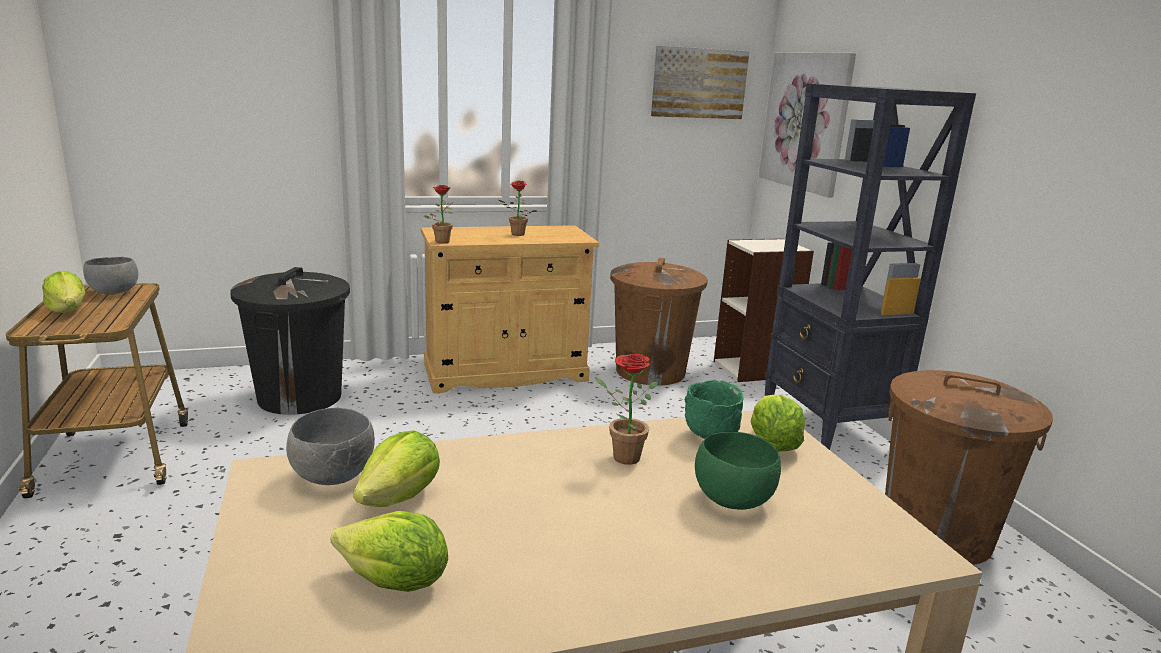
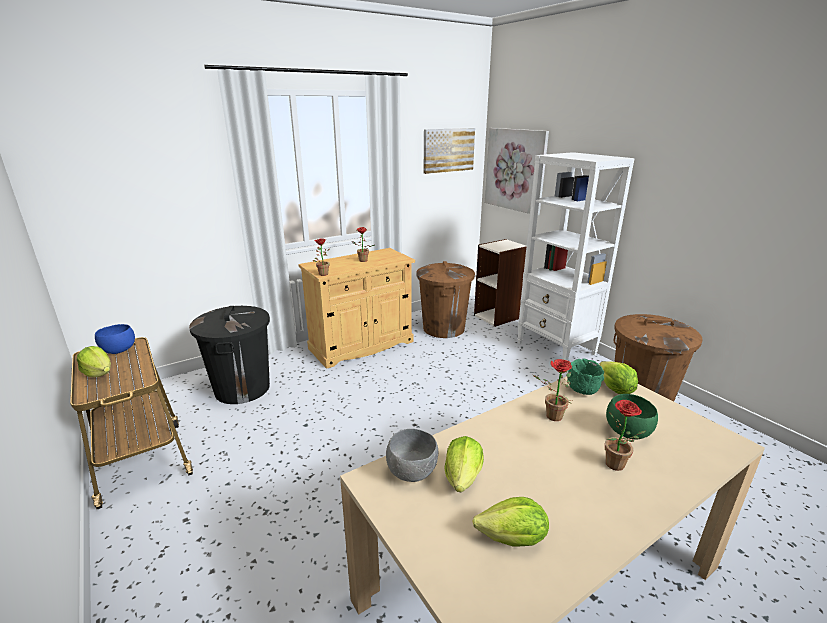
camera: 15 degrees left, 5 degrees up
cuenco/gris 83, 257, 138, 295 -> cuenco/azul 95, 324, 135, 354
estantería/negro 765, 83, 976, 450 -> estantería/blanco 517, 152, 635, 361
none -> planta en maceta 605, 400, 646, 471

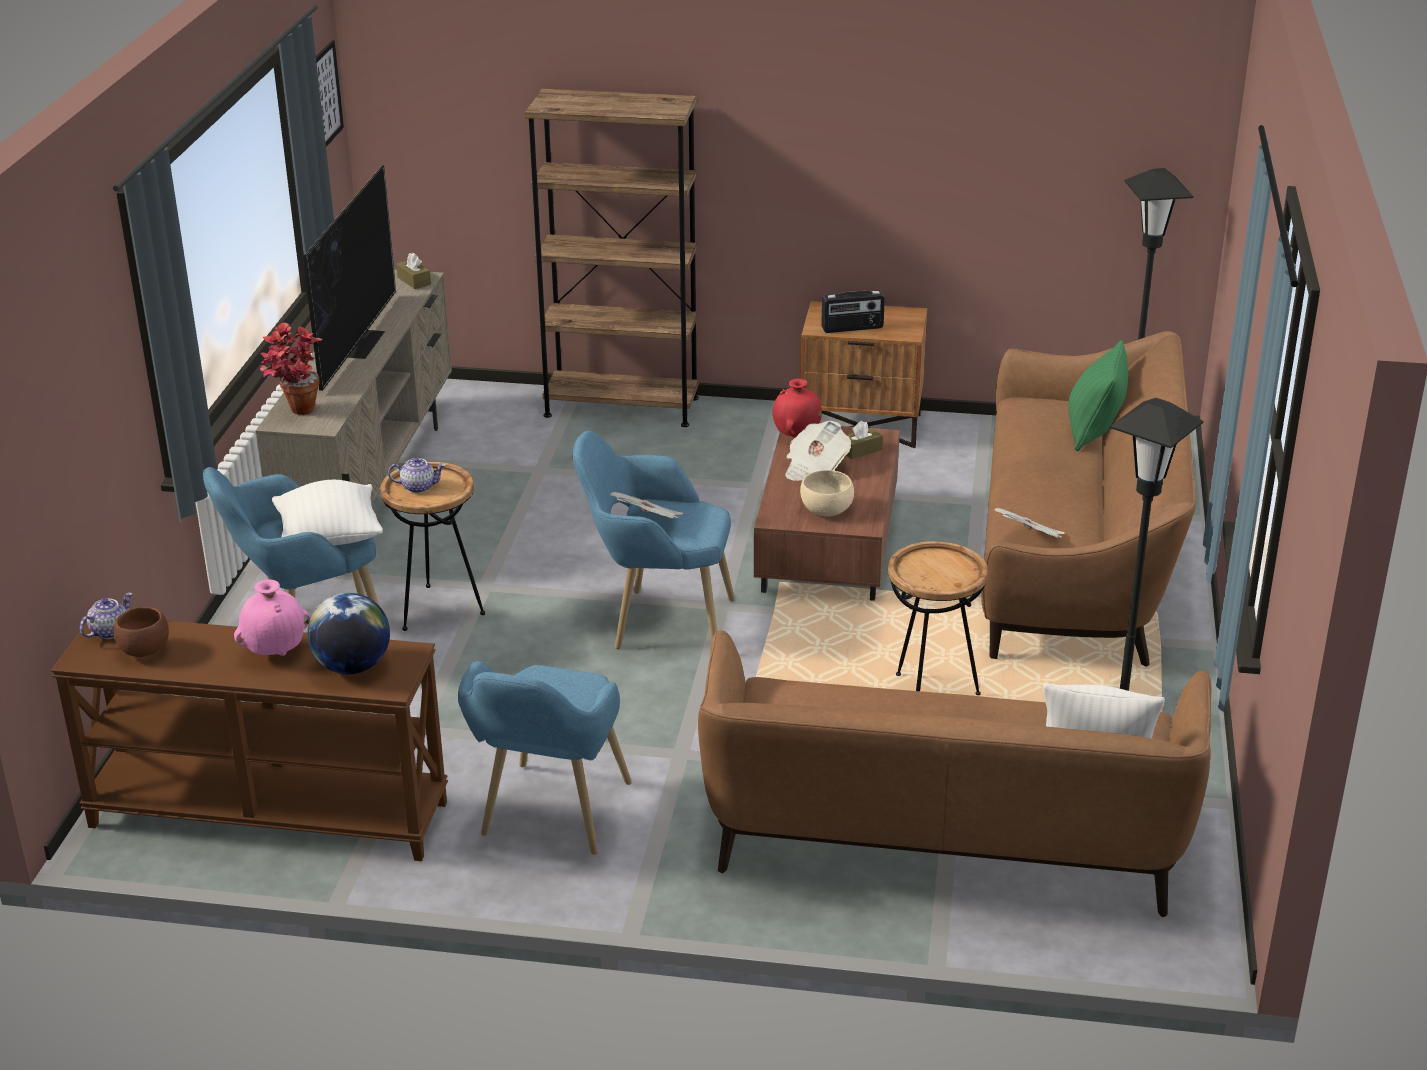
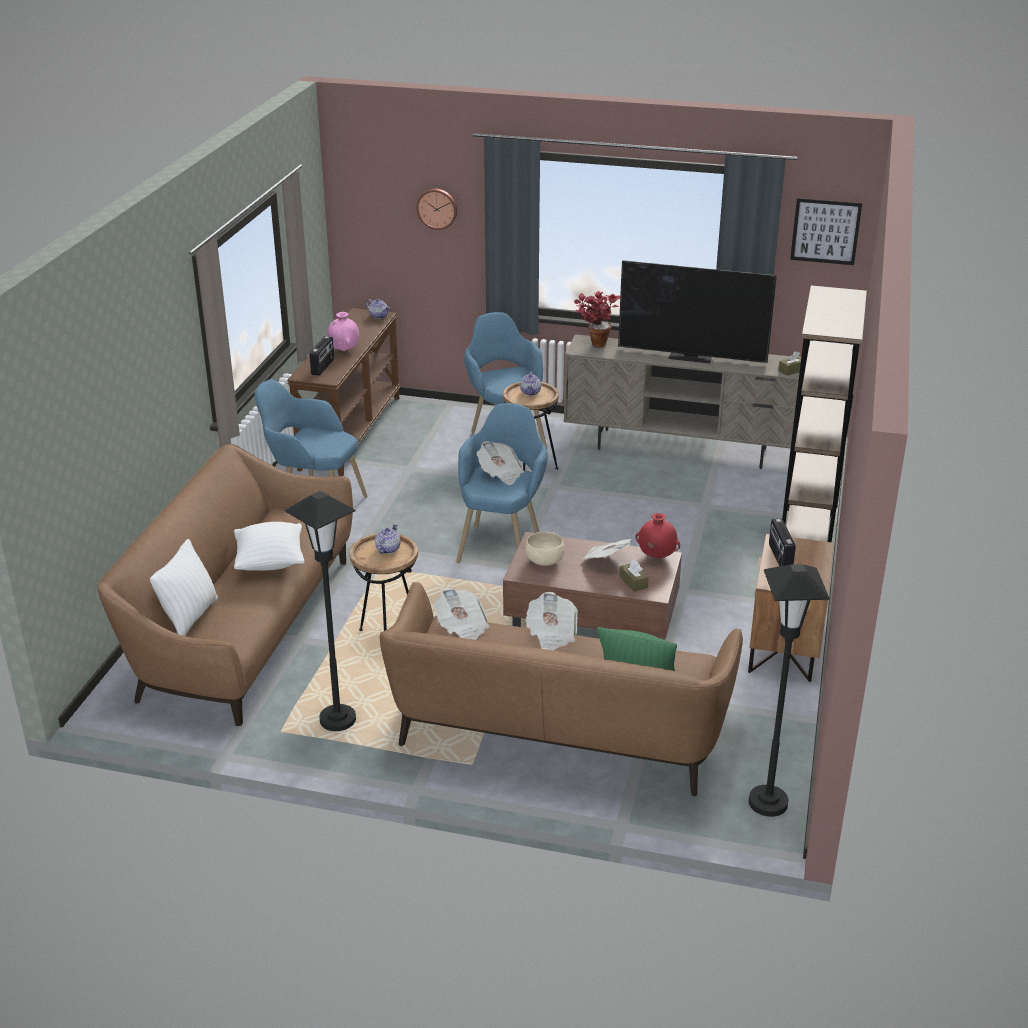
camera: 95 degrees right, 0 degrees up
cuenco/marrón 113, 607, 169, 657 -> none
cojín/blanco 272, 480, 383, 545 -> cojín/blanco 234, 522, 305, 571, moved
globo terráqueo 307, 593, 390, 674 -> radio 310, 336, 334, 376
none -> tetera 375, 524, 401, 554
none -> reloj de pared 417, 189, 457, 230
none -> periódico 525, 592, 578, 650

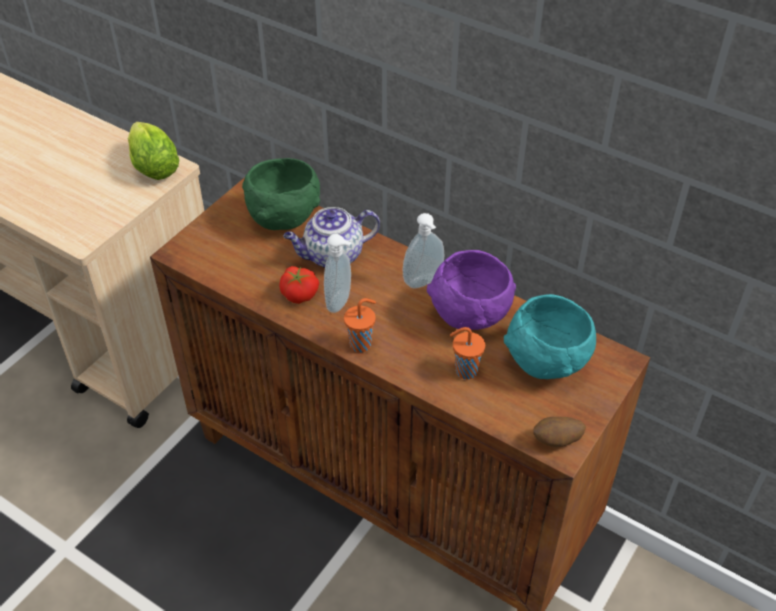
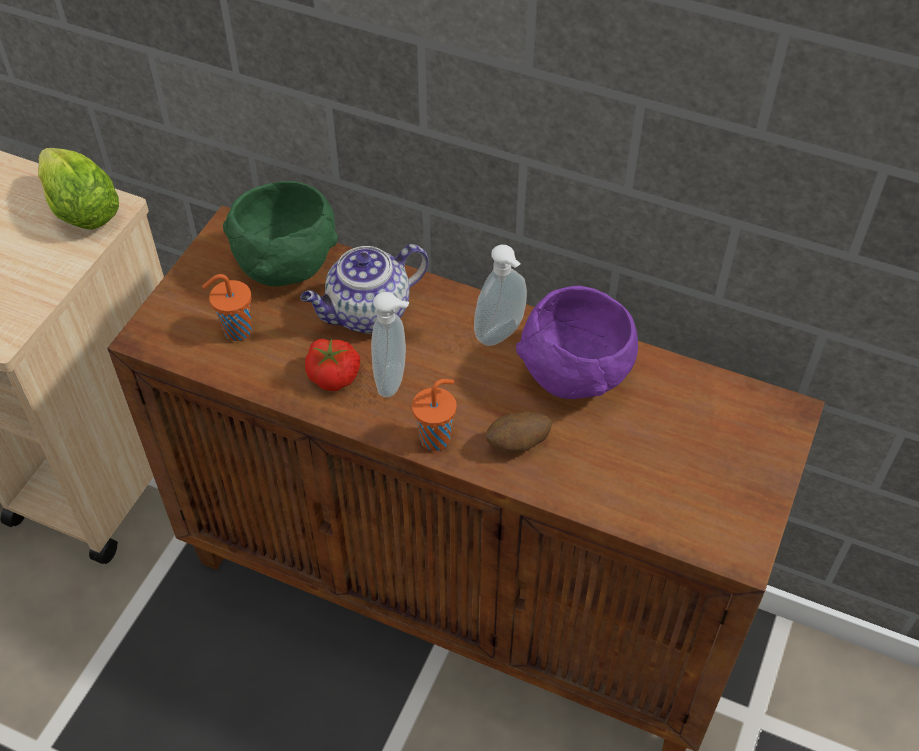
camera: 10 degrees left, 5 degrees up
taza/naranja 450, 327, 485, 380 -> taza/naranja 202, 274, 252, 341, moved
cuenco/turquesa 504, 294, 596, 379 -> none
patata 534, 417, 586, 447 -> patata 486, 412, 552, 453, moved

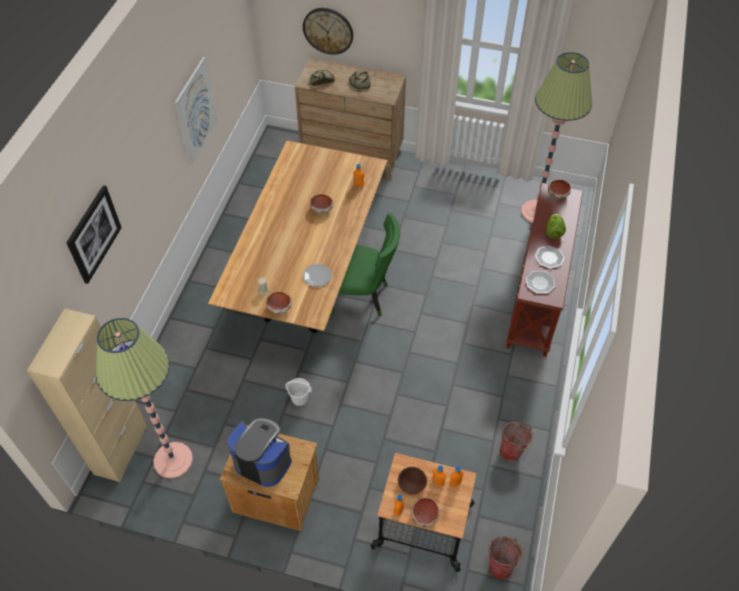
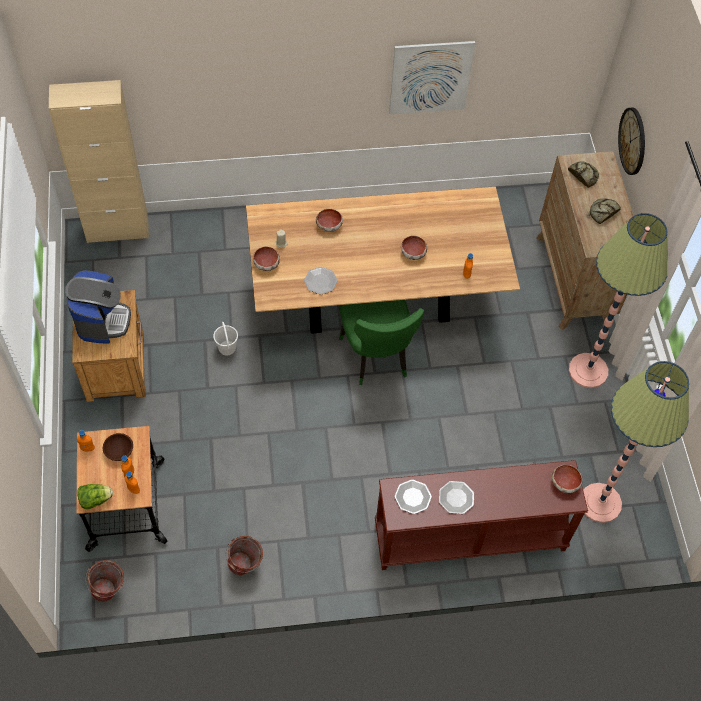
camera: 65 degrees right, 5 degrees up
cuadro 66, 185, 122, 284 -> none
lámpara de pie 96, 318, 193, 479 -> lámpara de pie 569, 213, 668, 388, moved
cuenco 411, 498, 440, 527 -> cuenco 316, 209, 343, 232, moved
lechuga 546, 213, 566, 239 -> lechuga 77, 484, 113, 509, moved

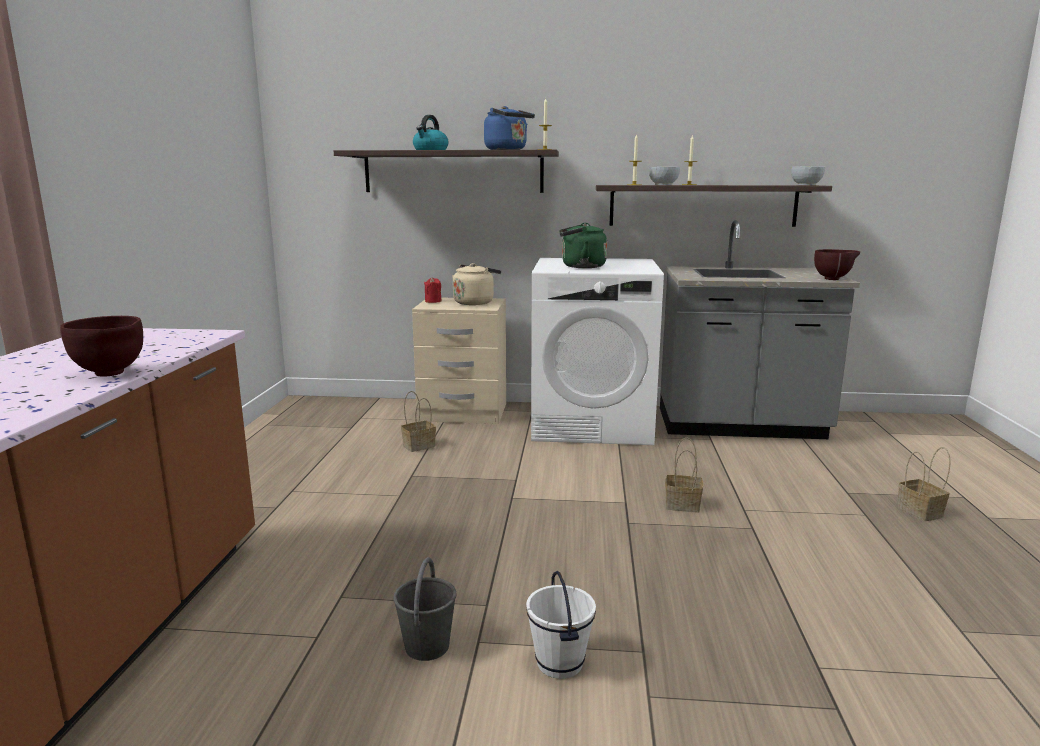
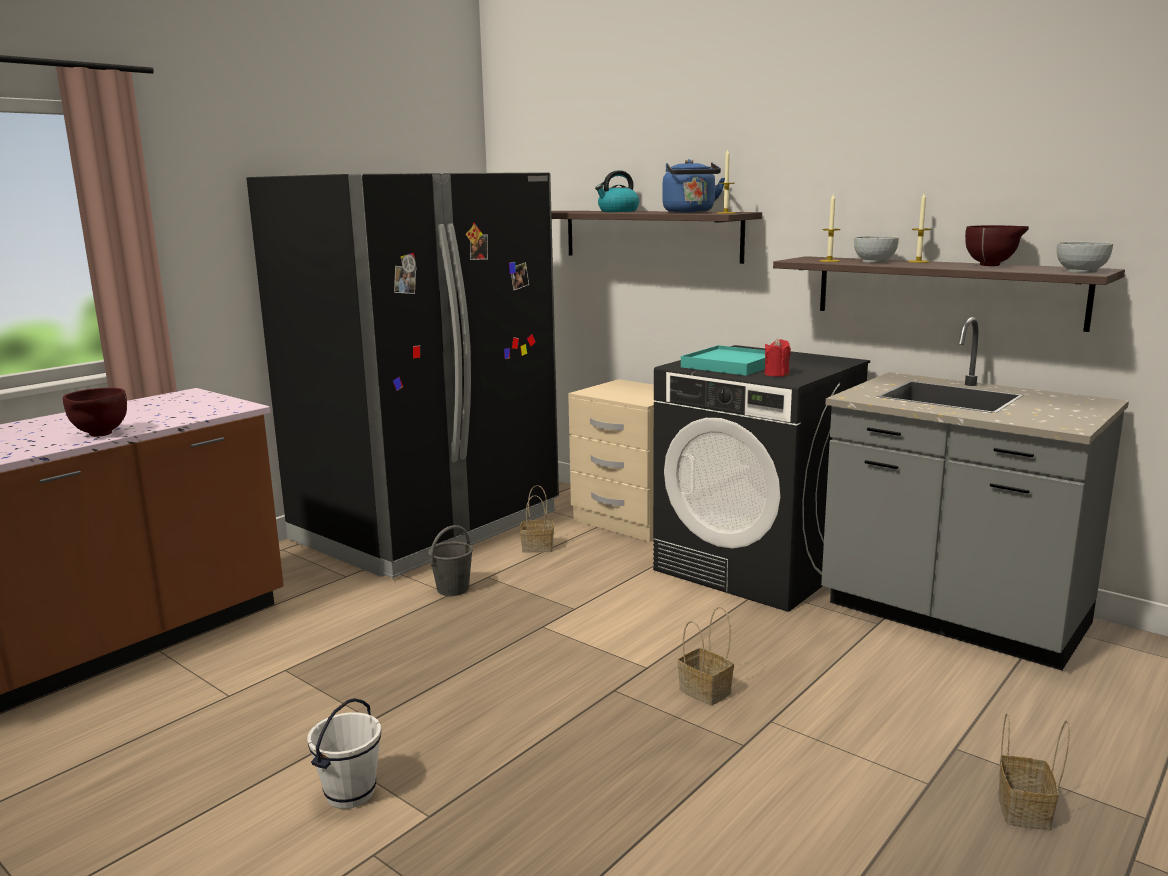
camera: 35 degrees right, 0 degrees up
cubo/gris 393, 557, 457, 661 -> cubo/gris 428, 525, 473, 596, moved
vela/rojo 424, 277, 442, 303 -> vela/rojo 765, 338, 791, 376, moved
hervidor/beis 452, 263, 501, 305 -> none
lavadora/blanco 531, 258, 664, 445 -> lavadora/negro 653, 345, 870, 612
hervidor/verde 560, 223, 607, 268 -> bandeja/turquesa 681, 345, 765, 376
cuenco/marrón 814, 249, 860, 280 -> cuenco/marrón 965, 225, 1029, 266, moved
none -> nevera/negro 246, 172, 559, 578

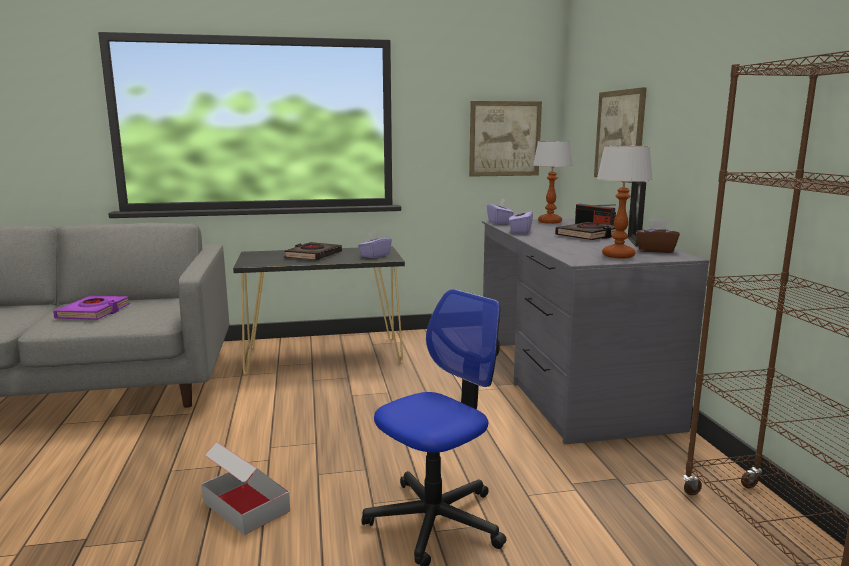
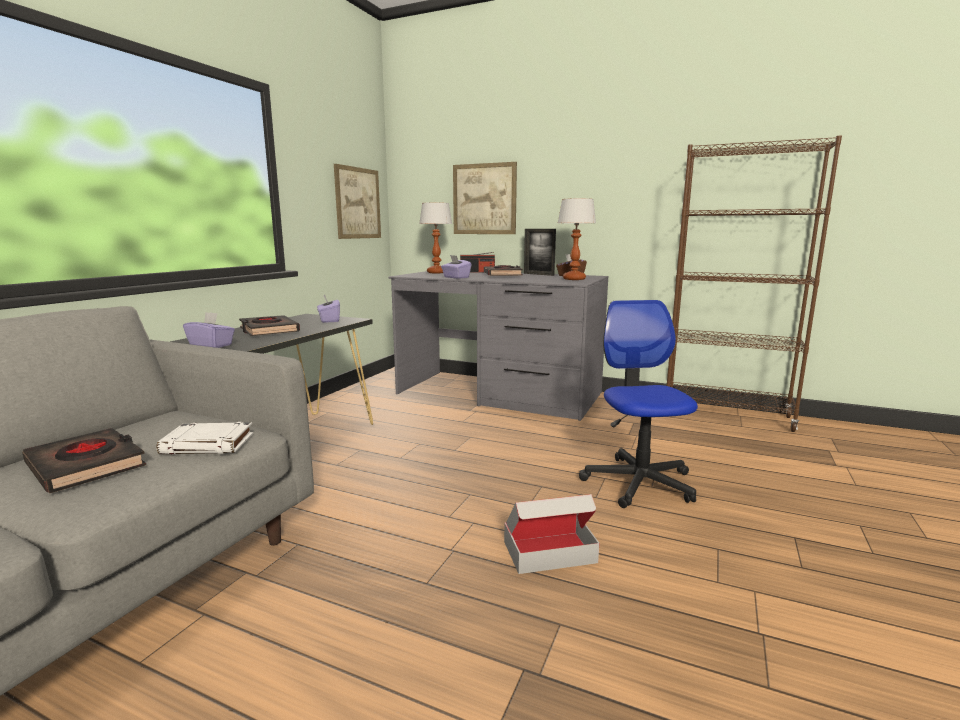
camera: 55 degrees left, 0 degrees up
libro/morado 53, 295, 130, 320 -> libro/negro 22, 428, 146, 493
caja de pañuelos/morado 487, 199, 514, 224 -> caja de pañuelos/morado 183, 312, 235, 348, moved
none -> libro/blanco 157, 422, 253, 455

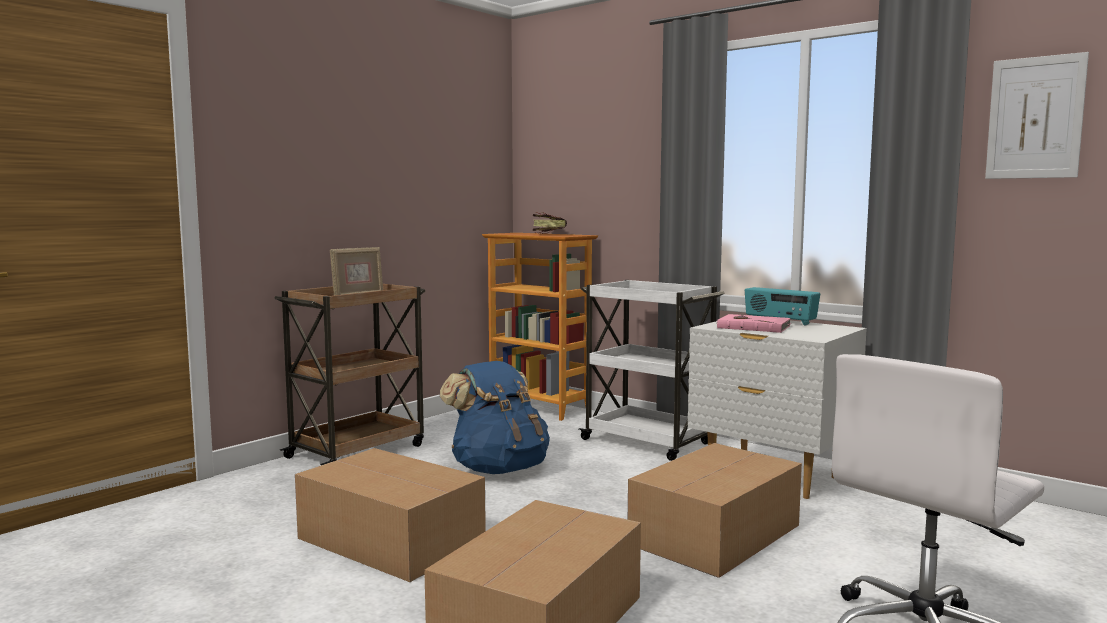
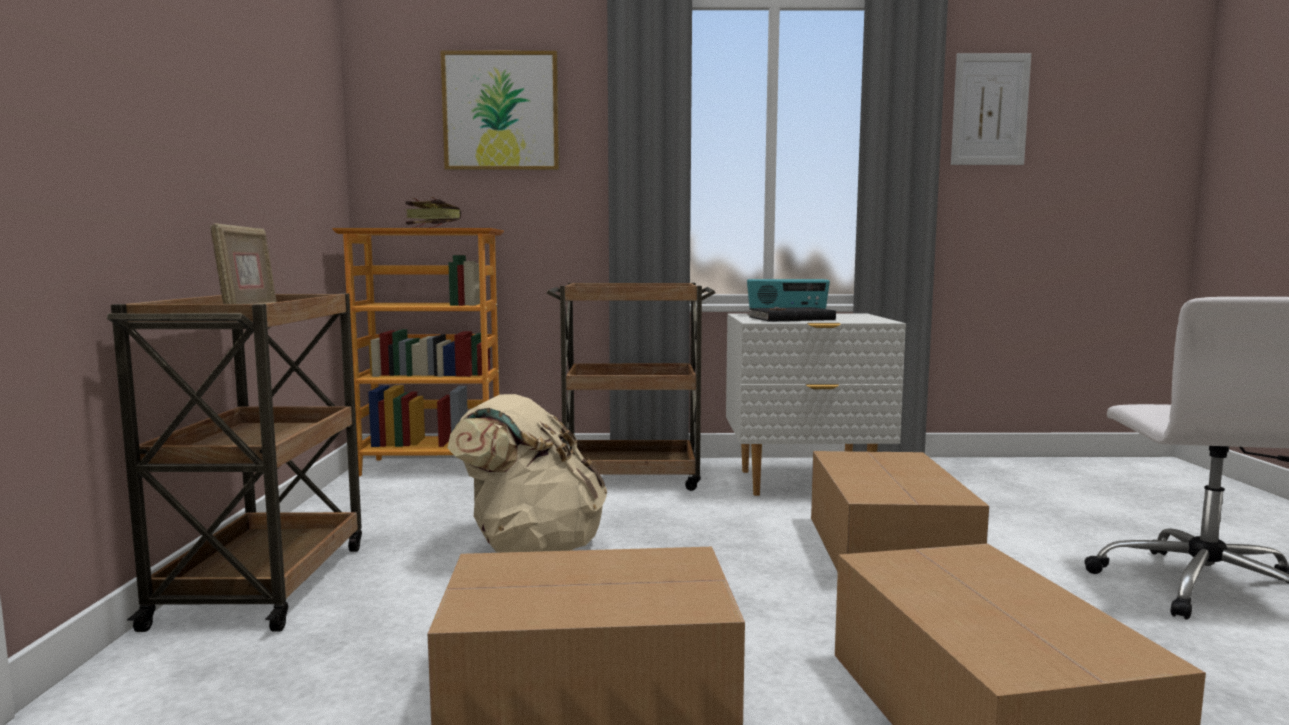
camera: 40 degrees left, 0 degrees up
mochila/azul 440, 361, 550, 474 -> mochila/beis 448, 394, 607, 553
carrito/blanco 579, 280, 725, 461 -> carrito/marrón 547, 283, 715, 491
libro/rosa 716, 314, 791, 333 -> libro/negro 747, 307, 836, 322
none -> cuadro 440, 50, 559, 170

